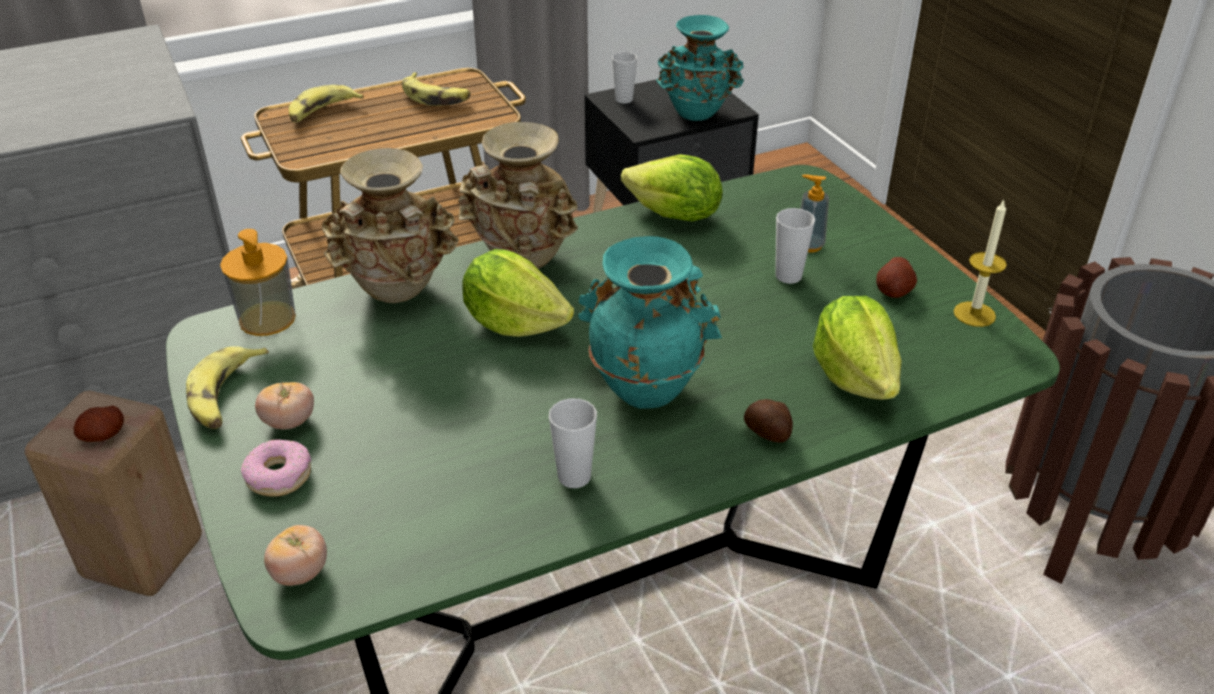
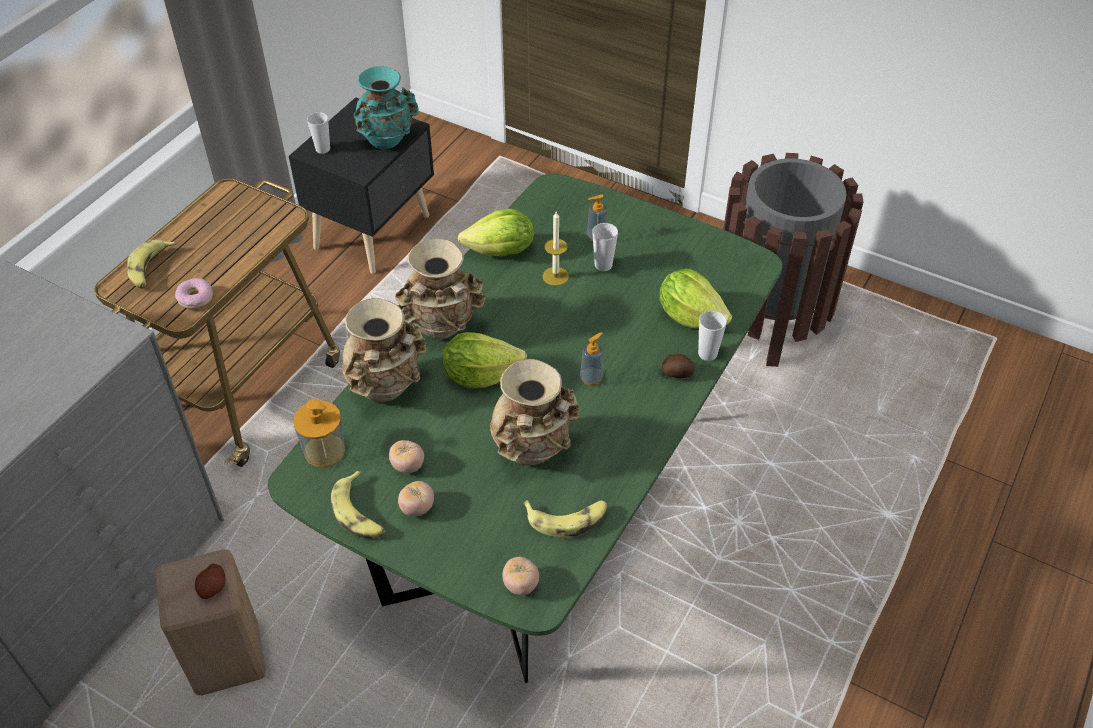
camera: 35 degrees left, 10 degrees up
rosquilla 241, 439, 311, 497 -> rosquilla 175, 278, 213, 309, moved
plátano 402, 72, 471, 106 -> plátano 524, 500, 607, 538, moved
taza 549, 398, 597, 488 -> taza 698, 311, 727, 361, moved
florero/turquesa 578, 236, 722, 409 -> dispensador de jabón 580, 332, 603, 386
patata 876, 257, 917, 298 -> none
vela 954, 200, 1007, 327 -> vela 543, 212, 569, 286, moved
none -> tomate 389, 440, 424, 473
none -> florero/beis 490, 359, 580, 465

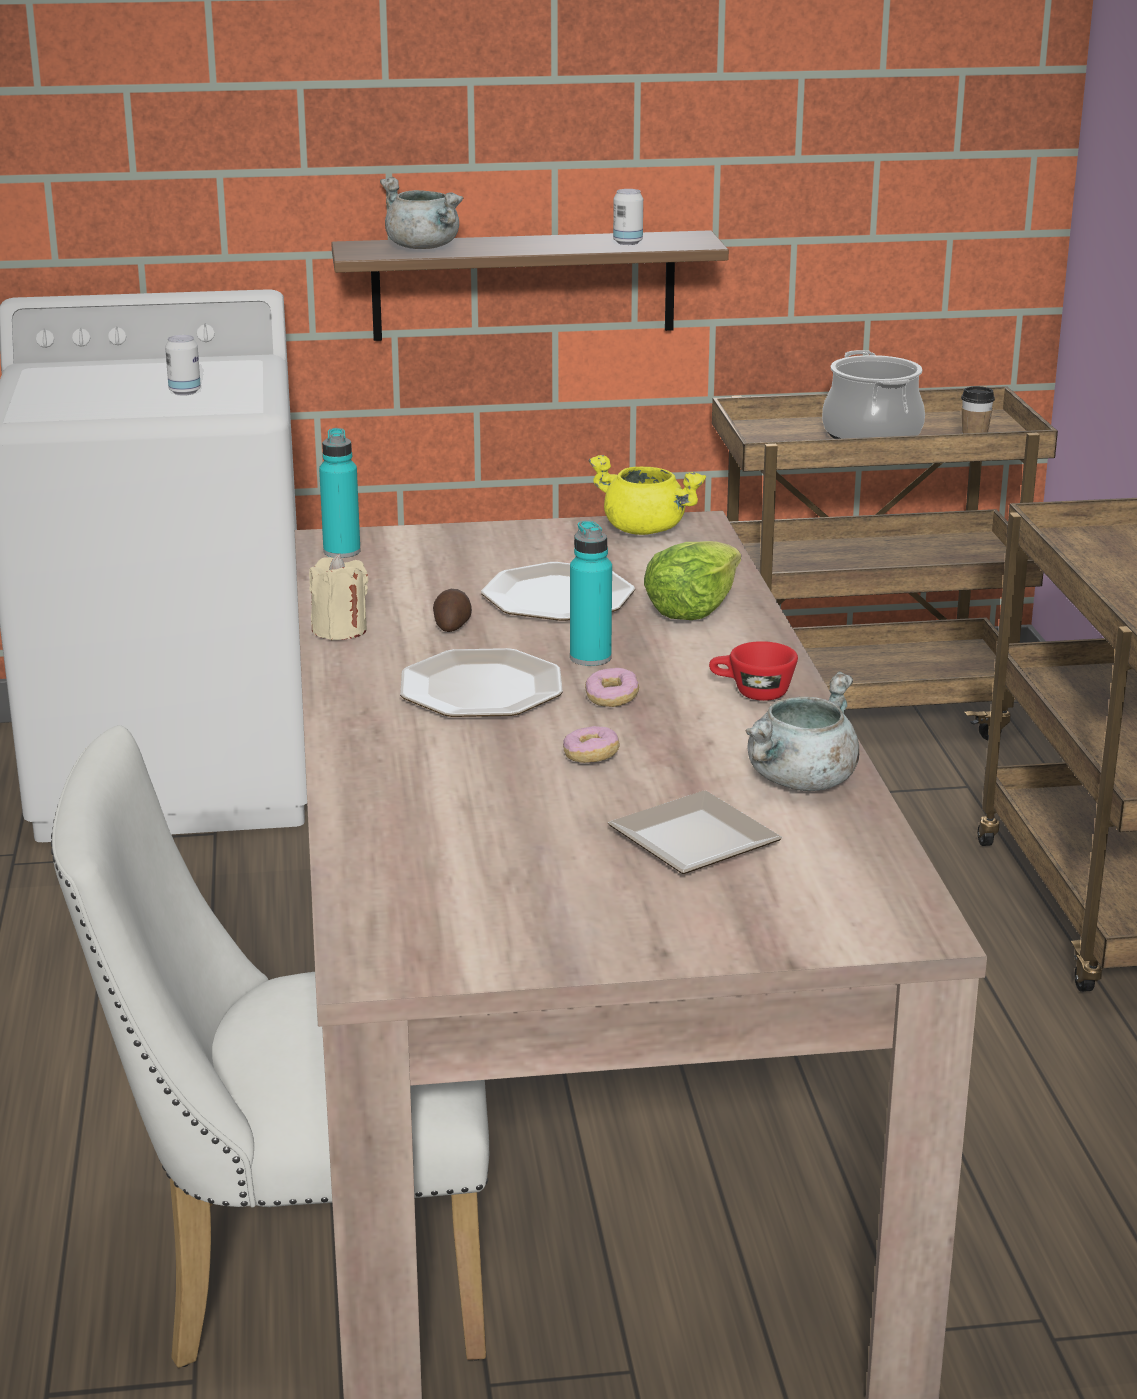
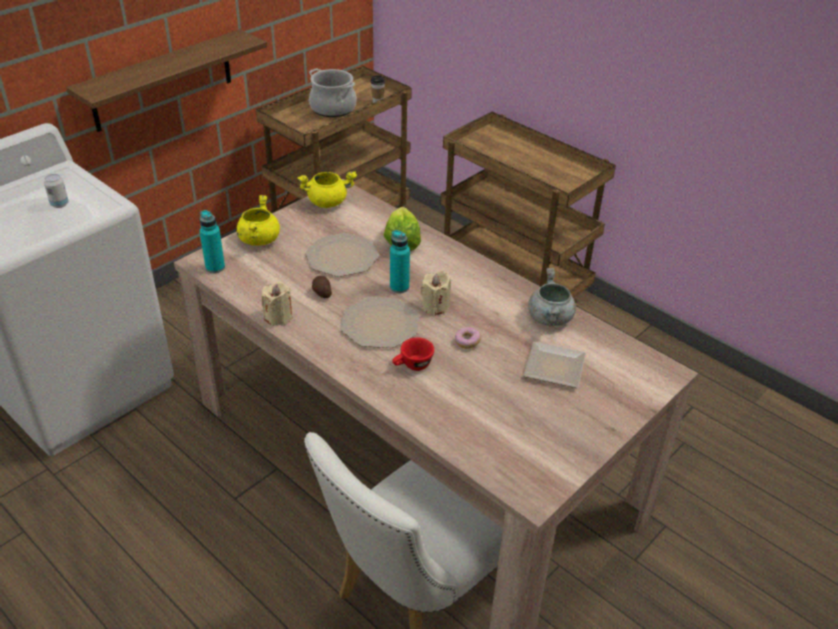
camera: 40 degrees left, 15 degrees up
olla/gris 380, 177, 463, 249 -> none
rosquilla 585, 668, 639, 707 -> vela/beis 420, 271, 451, 316
lata 613, 189, 643, 245 -> none
taza/rojo 709, 641, 798, 701 -> taza/rojo 392, 337, 434, 371, moved
none -> olla/amarillo 237, 195, 280, 246

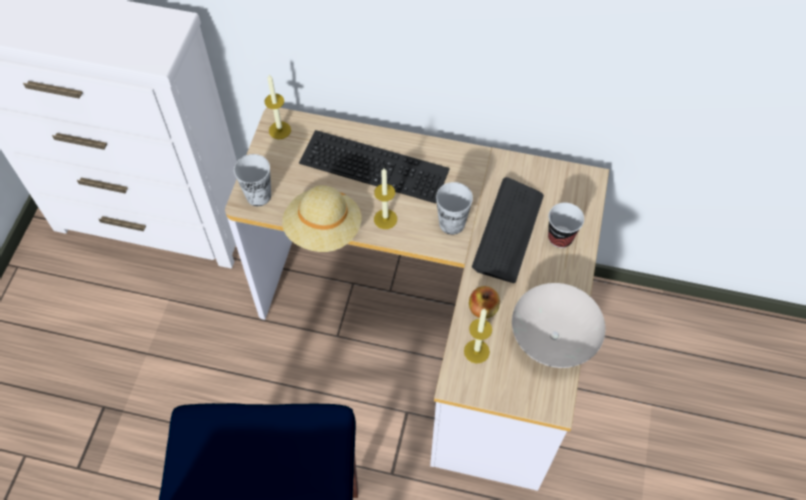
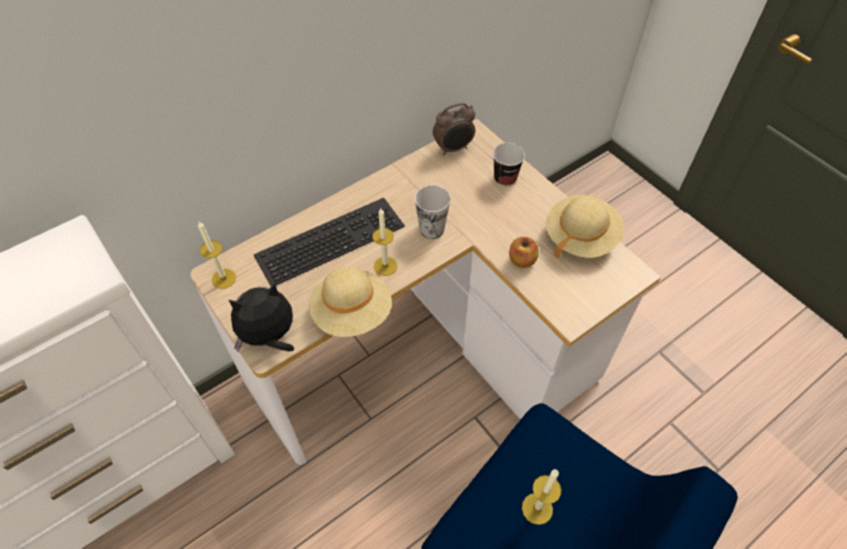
camera: 50 degrees left, 5 degrees down
taza 234, 154, 271, 206 -> peluche 229, 282, 294, 352
vela 464, 308, 492, 364 -> vela 522, 469, 561, 525, moved
teclado 472, 177, 544, 283 -> none
cuenco/blanco 512, 283, 605, 368 -> sombrero/beis 546, 195, 624, 259
none -> despertador 433, 103, 475, 155

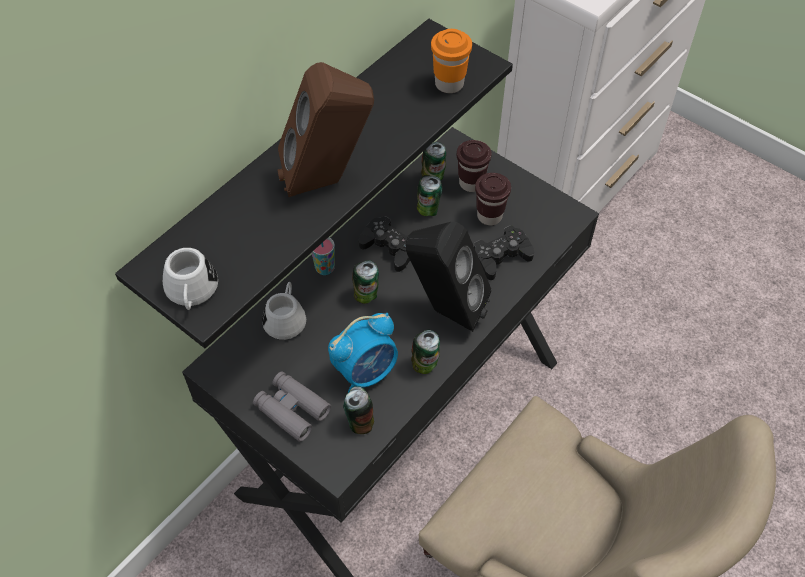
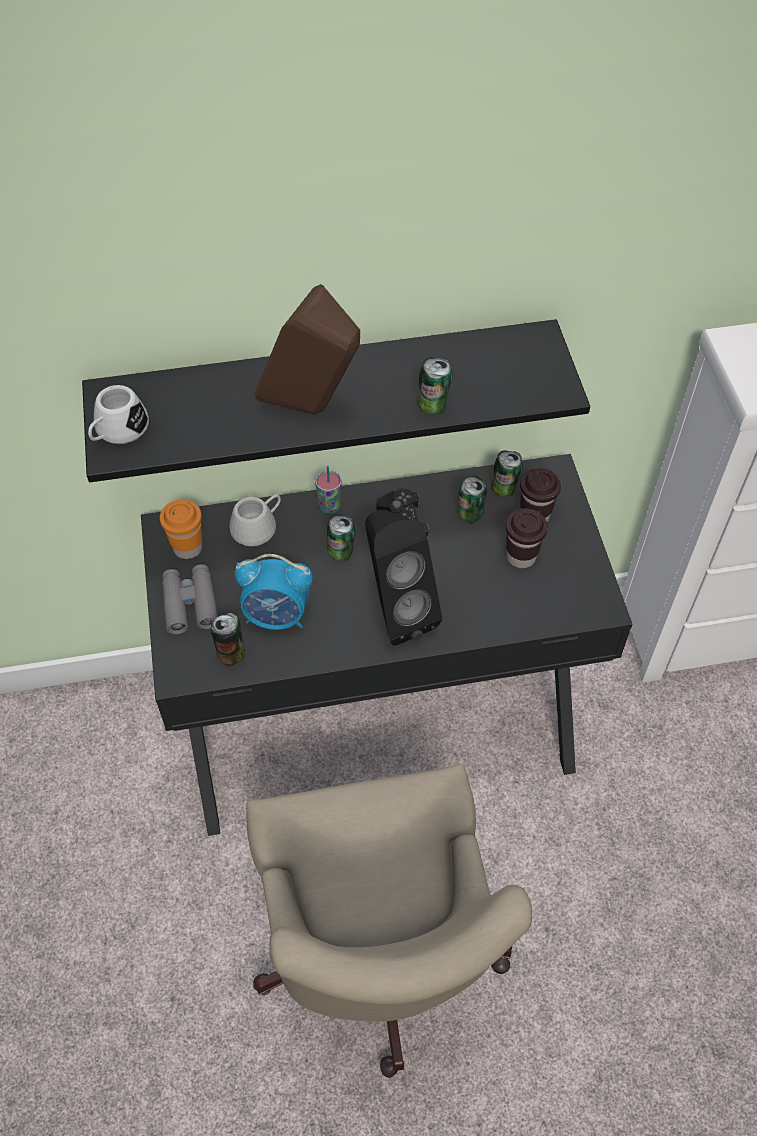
camera: 40 degrees right, 0 degrees up
lata 411, 330, 440, 374 -> lata 418, 358, 453, 414, moved
taza/naranja 431, 29, 472, 93 -> taza/naranja 160, 500, 202, 559, moved
mando de consola/negro 474, 225, 534, 280 -> none

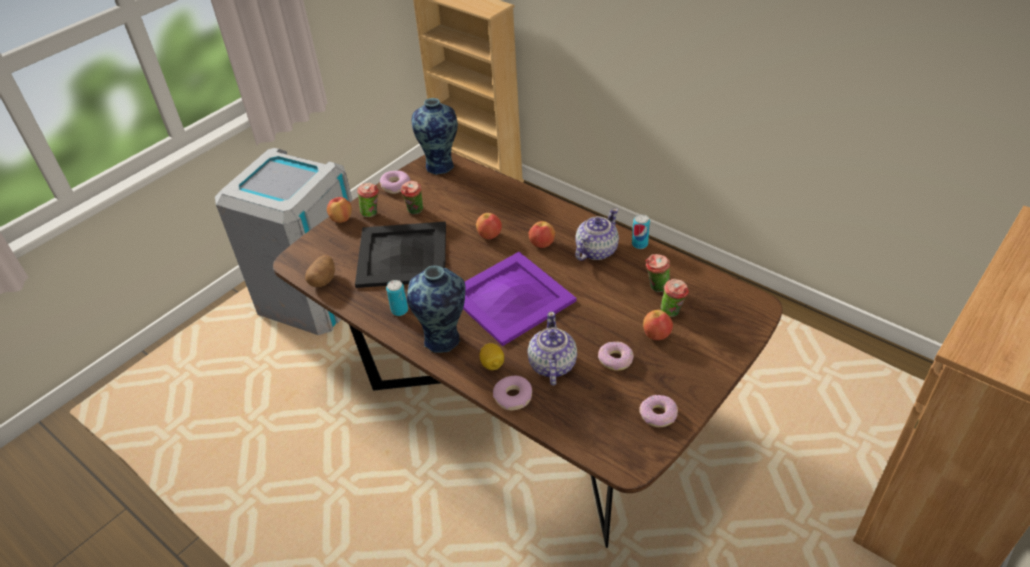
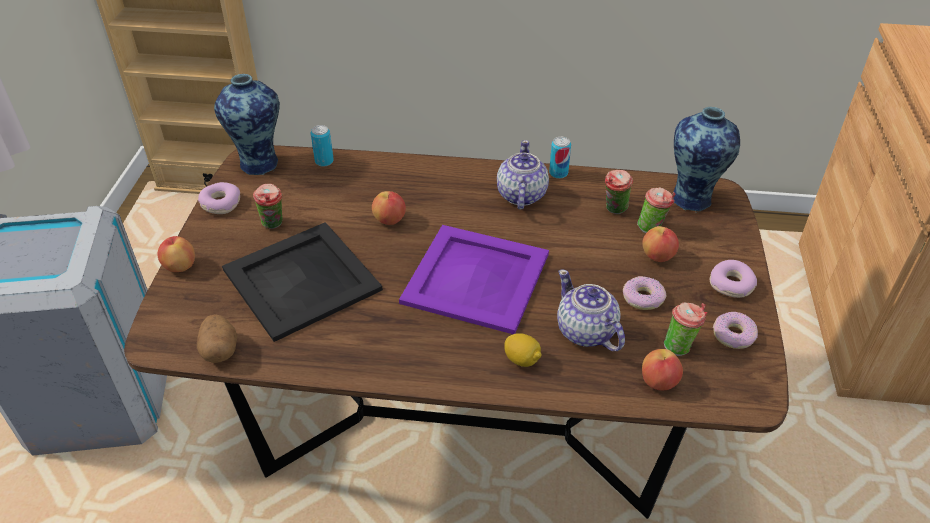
camera: 35 degrees left, 0 degrees up
taza 357, 183, 379, 217 -> taza 664, 302, 707, 356, moved
lata 386, 280, 408, 316 -> lata 311, 125, 334, 167, moved
florero 407, 266, 465, 353 -> florero 673, 107, 740, 213, moved
rosquilla 493, 376, 532, 410 -> rosquilla 710, 260, 757, 298, moved
manzana 529, 221, 555, 248 -> manzana 642, 349, 683, 390, moved

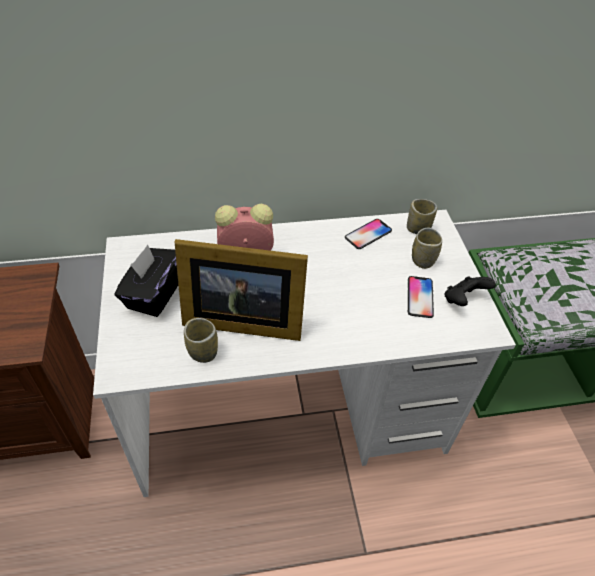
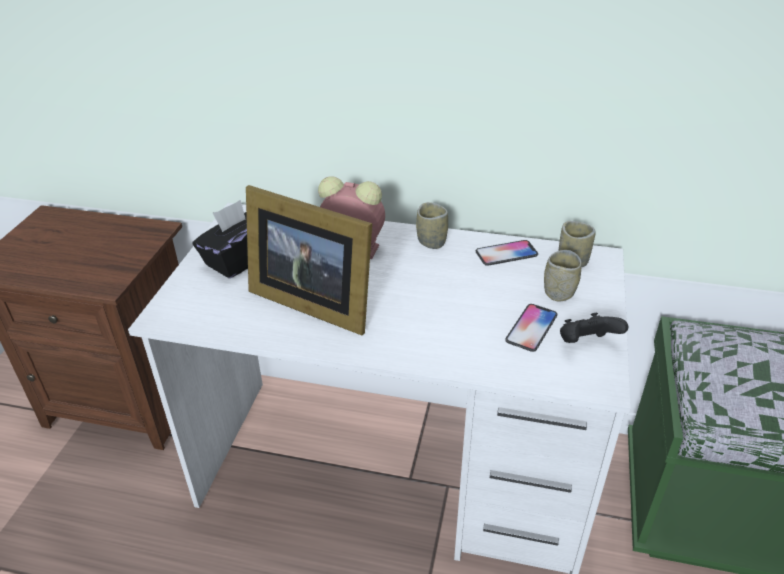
camera: 25 degrees right, 10 degrees down
taza 184, 318, 218, 363 -> taza 416, 202, 448, 249, moved

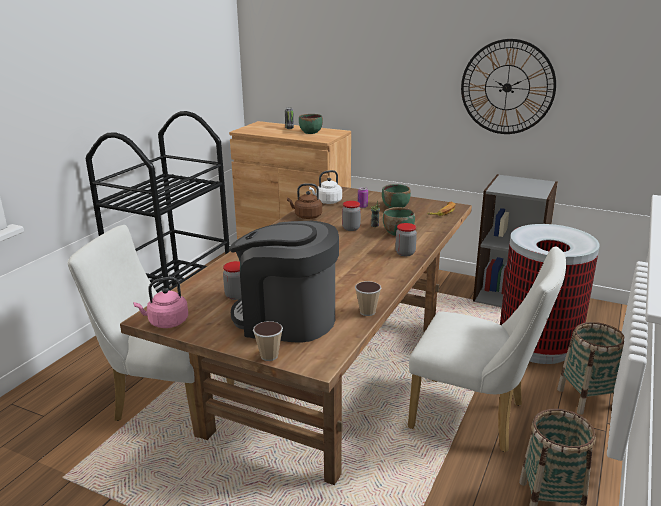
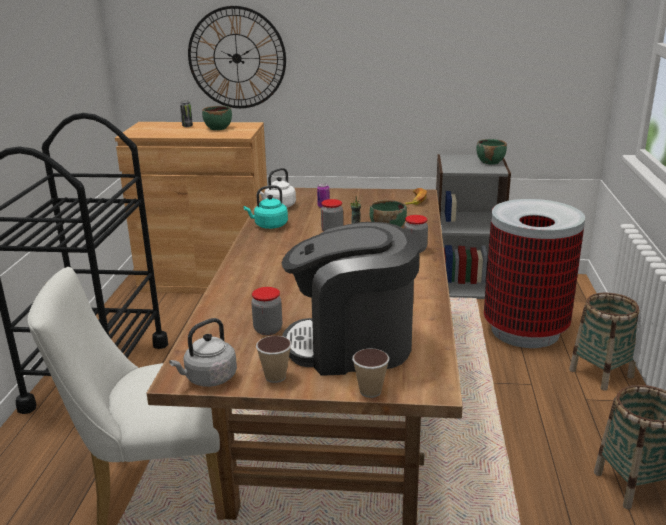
camera: 20 degrees left, 0 degrees up
hervidor/rosa 133, 277, 188, 328 -> hervidor/gris 169, 318, 237, 387
hervidor/marrón 287, 183, 322, 219 -> hervidor/turquesa 244, 185, 288, 229
taza 355, 281, 381, 316 -> taza 256, 336, 292, 383, moved
cuenco/verde 382, 184, 411, 208 -> cuenco/verde 476, 139, 507, 164, moved
silla/blanco 408, 247, 566, 452 -> none
reloj de pared 461, 39, 556, 134 -> reloj de pared 188, 6, 286, 108, moved

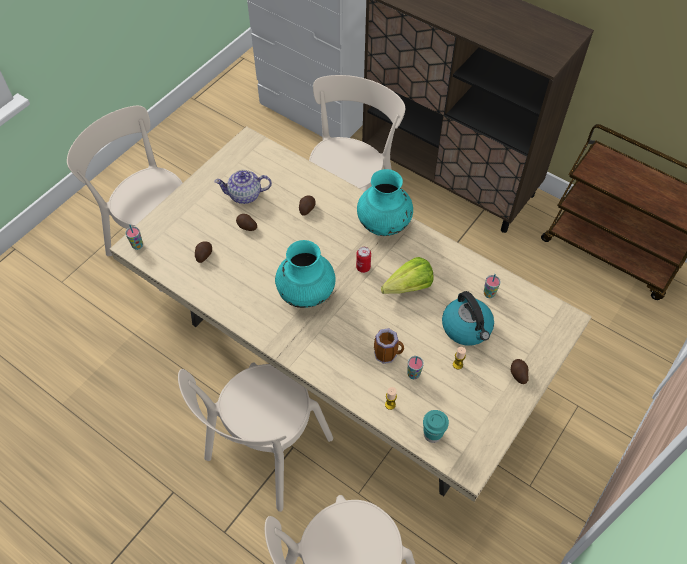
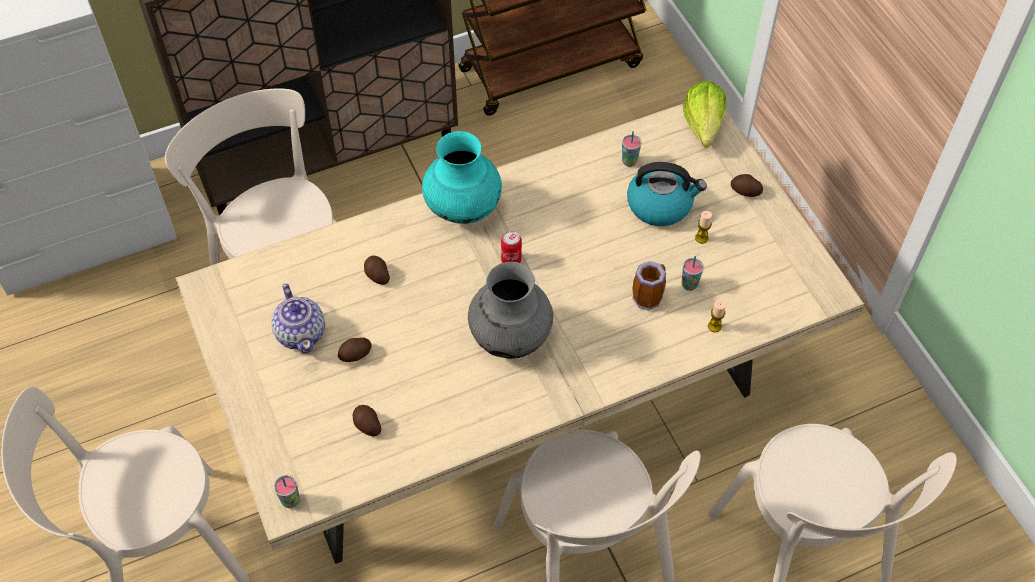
camera: 60 degrees left, 0 degrees up
tetera 214, 170, 272, 204 -> tetera 271, 284, 325, 354, 45 degrees counterclockwise
florero/turquesa 275, 240, 335, 308 -> florero/gris 468, 262, 553, 359
lechuga 381, 257, 433, 294 -> lechuga 683, 81, 726, 148, moved
taza/turquesa 423, 410, 449, 443 -> none

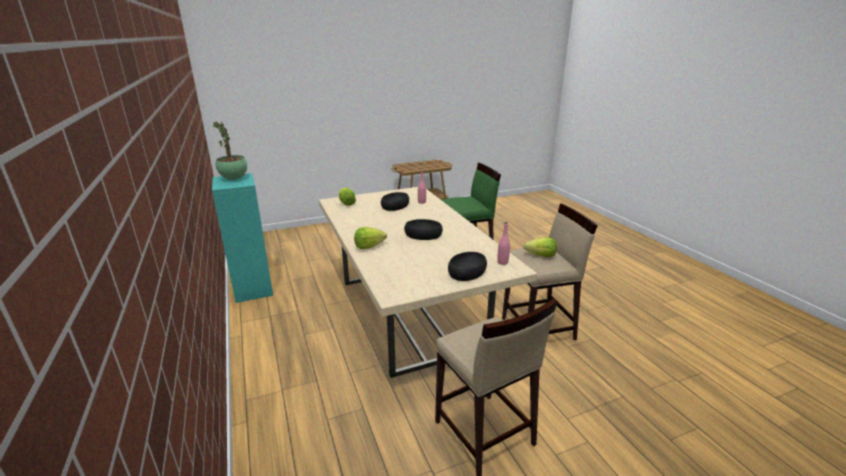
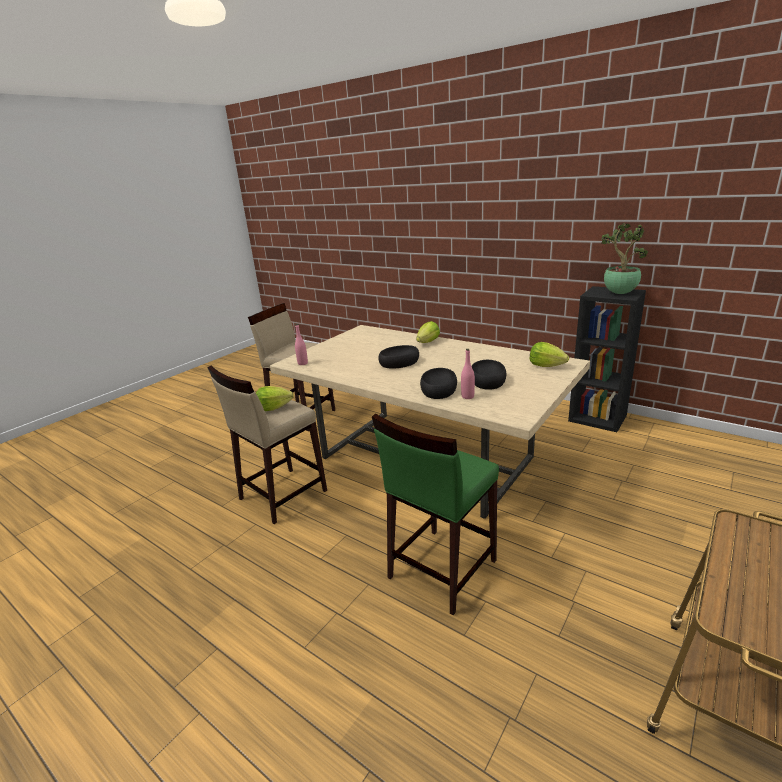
camera: 150 degrees right, 0 degrees up
estantería/turquesa 212, 173, 273, 303 -> estantería/negro 568, 286, 646, 432
cuenco/negro 448, 252, 487, 281 -> cuenco/negro 420, 368, 457, 399, moved

